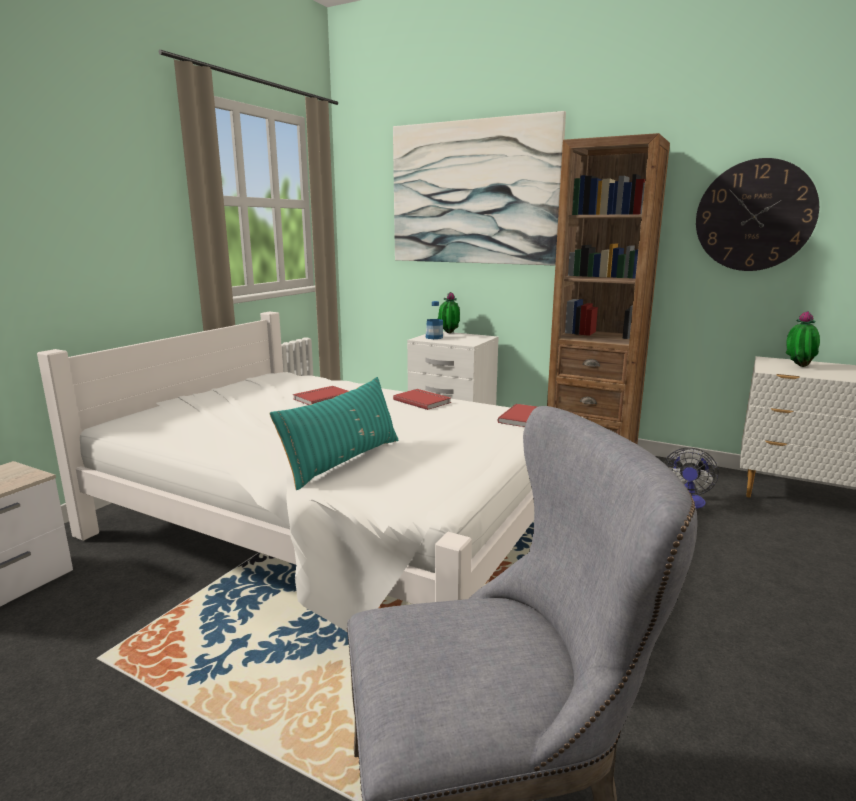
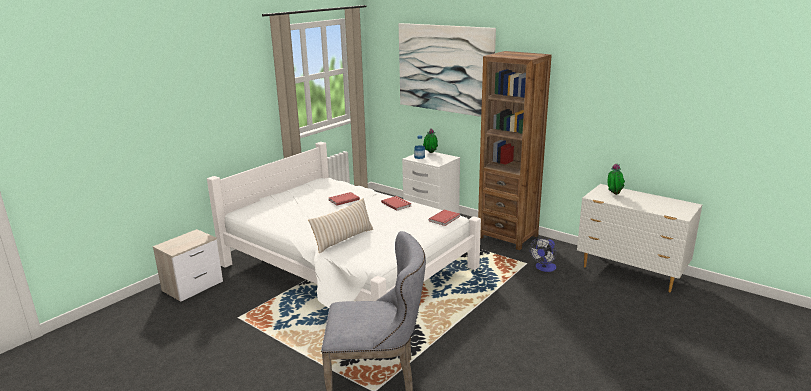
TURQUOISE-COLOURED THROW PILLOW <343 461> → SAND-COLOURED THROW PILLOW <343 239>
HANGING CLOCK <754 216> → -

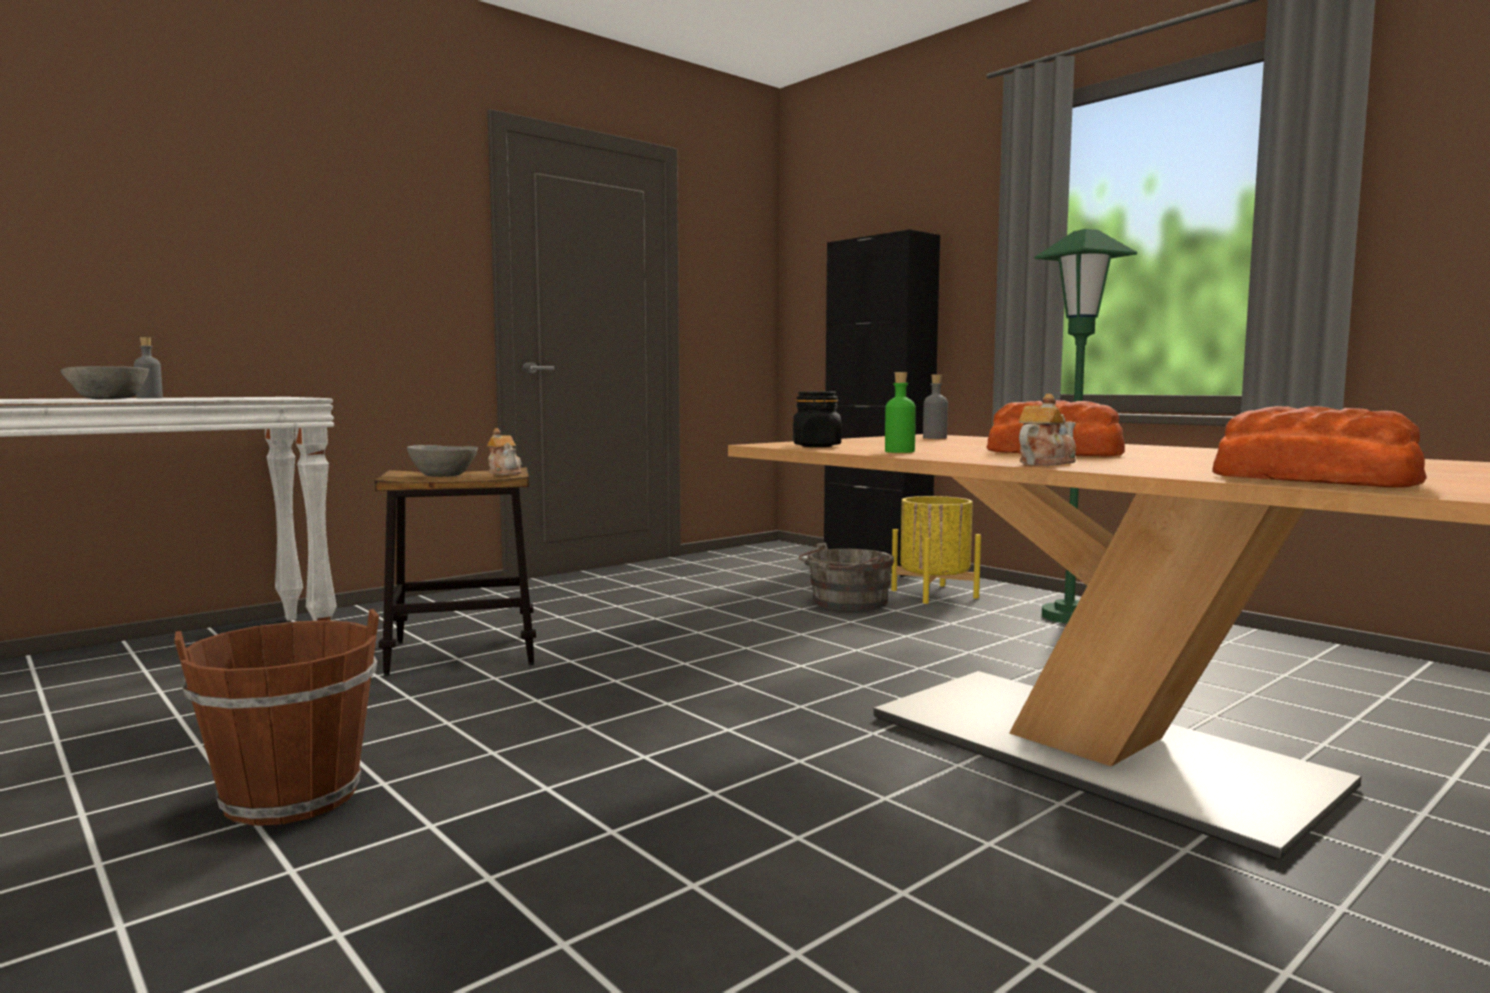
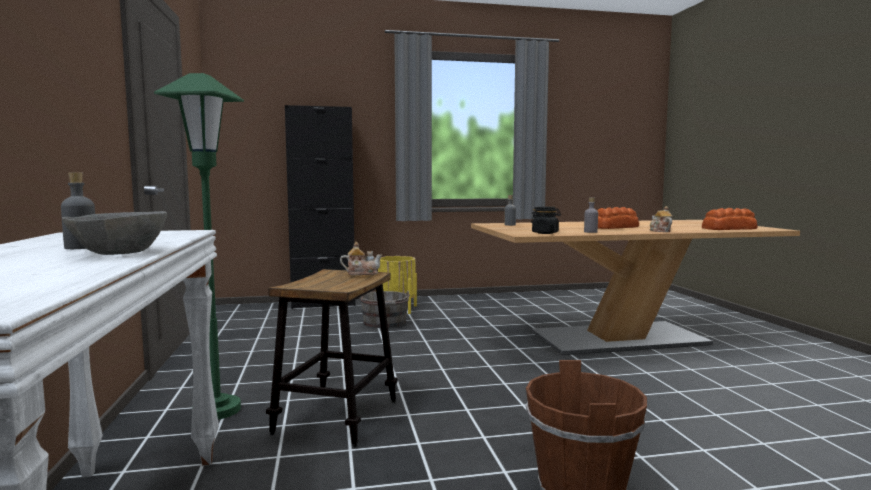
GREYISH SERVING BOWL <444 476> → -
GREENISH BEVERAGE BOTTLE <899 451> → GREYISH BEVERAGE BOTTLE <590 232>
GREENISH FLOOR LAMP <1069 617> → GREENISH FLOOR LAMP <217 410>, moved

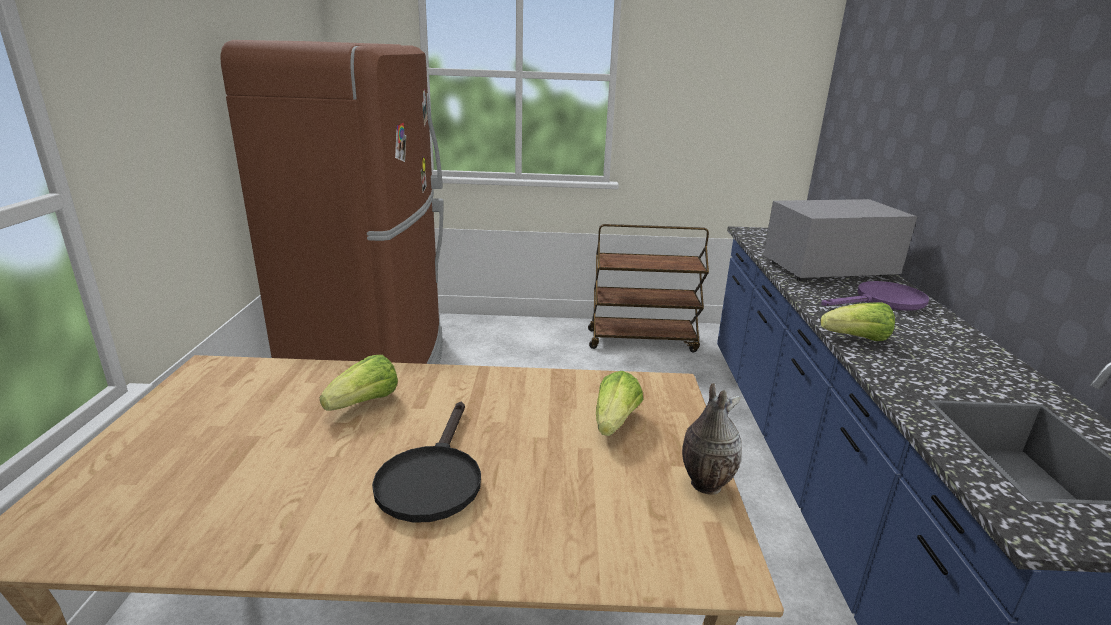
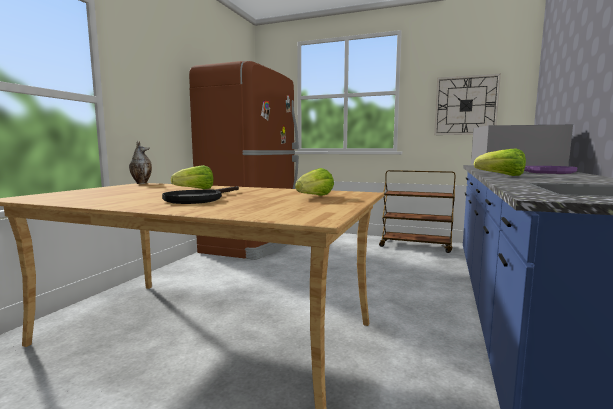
VASE <703 484> → VASE <141 183>, moved
- → HANGING CLOCK <466 105>

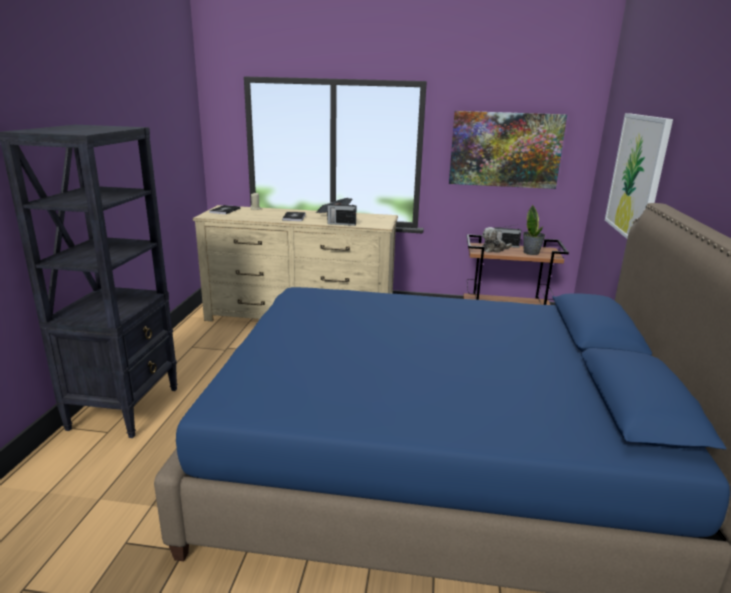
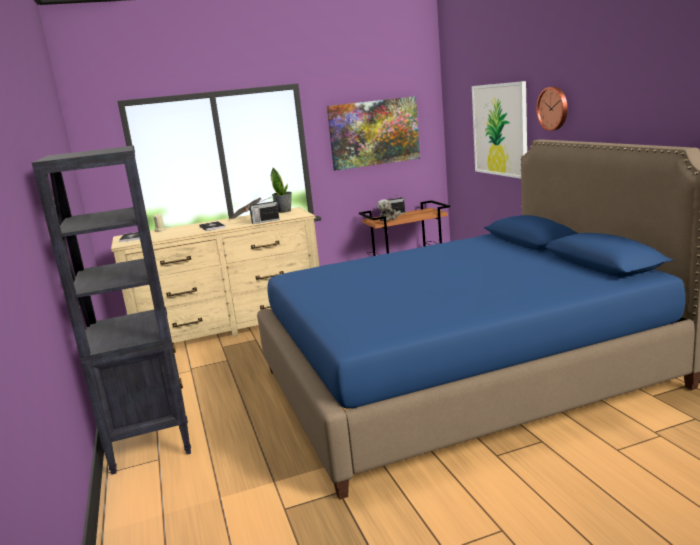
HOUSEPLANT <531 252> → HOUSEPLANT <284 211>, moved
- → HANGING CLOCK <553 108>

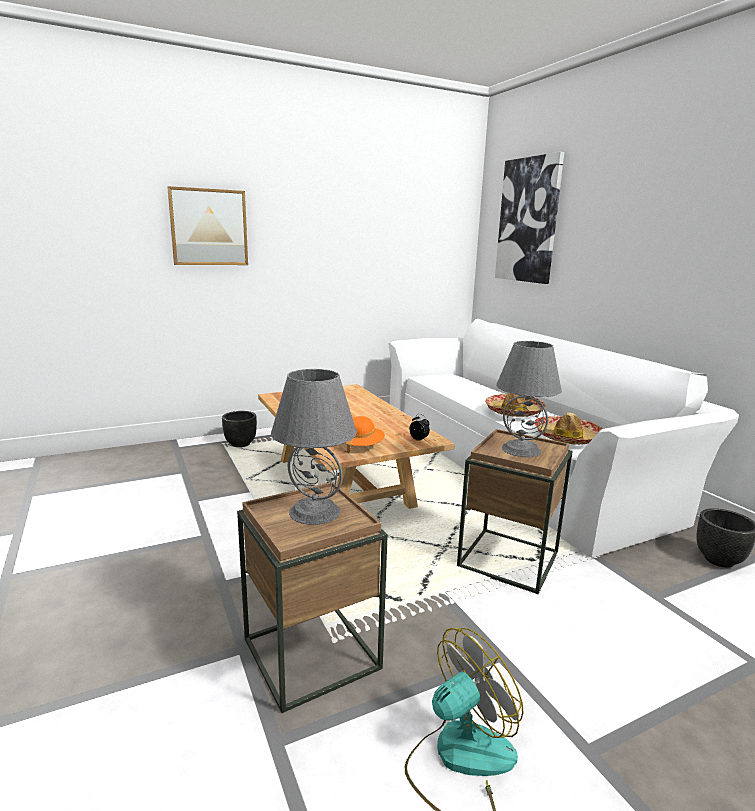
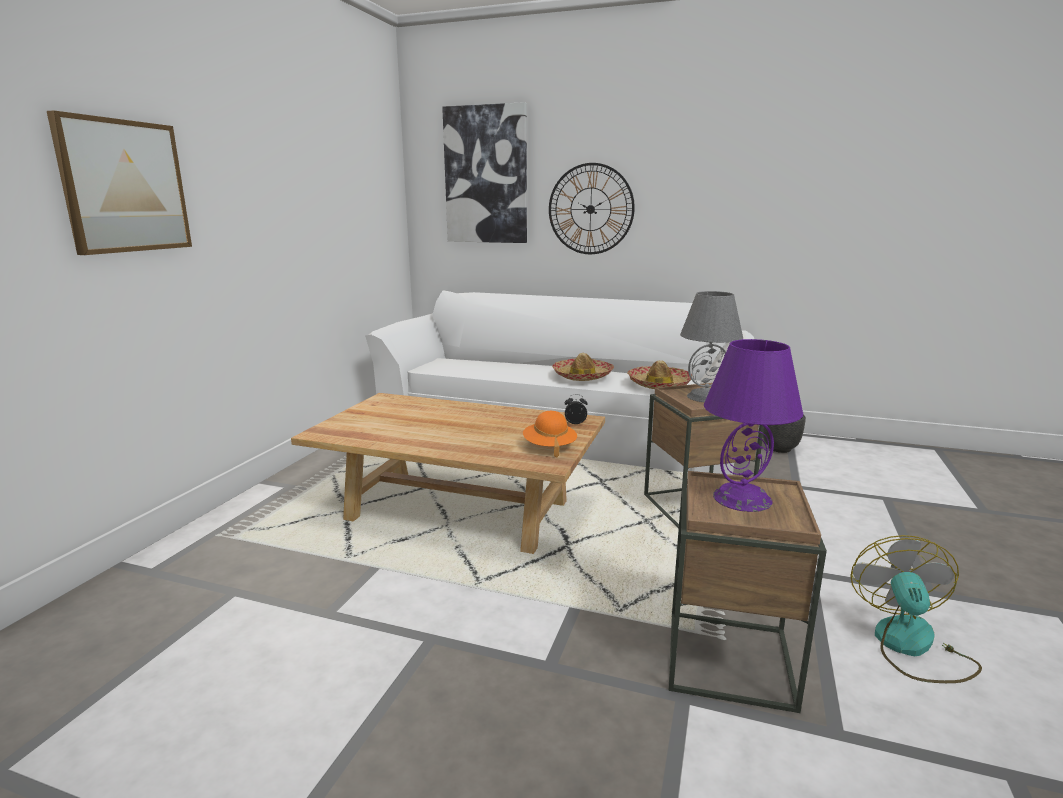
BLACKISH FLOWER POT <240 444> → -
GREYISH TABLETOP LAMP <314 512> → PURPLE TABLETOP LAMP <742 498>
- → HANGING CLOCK <590 209>

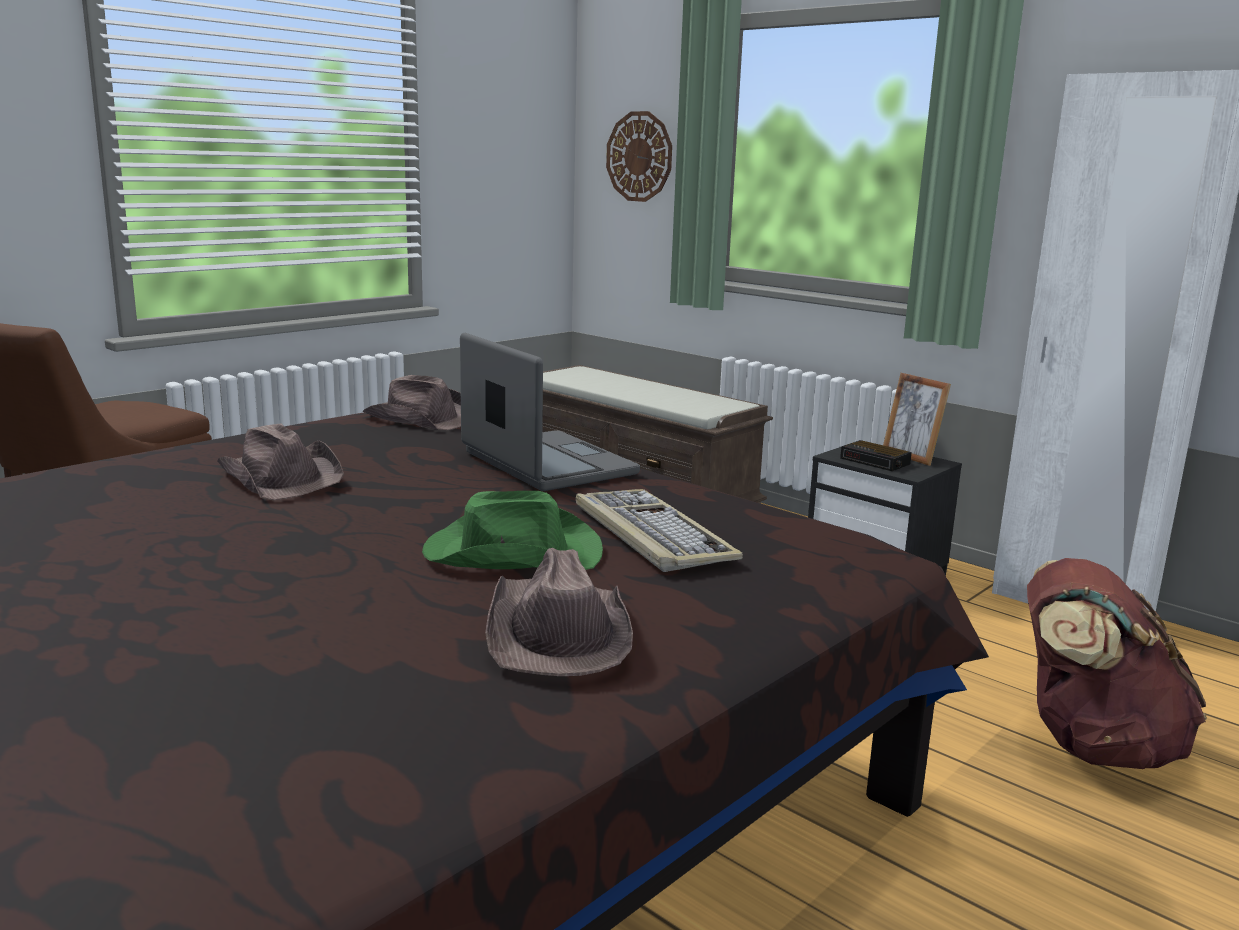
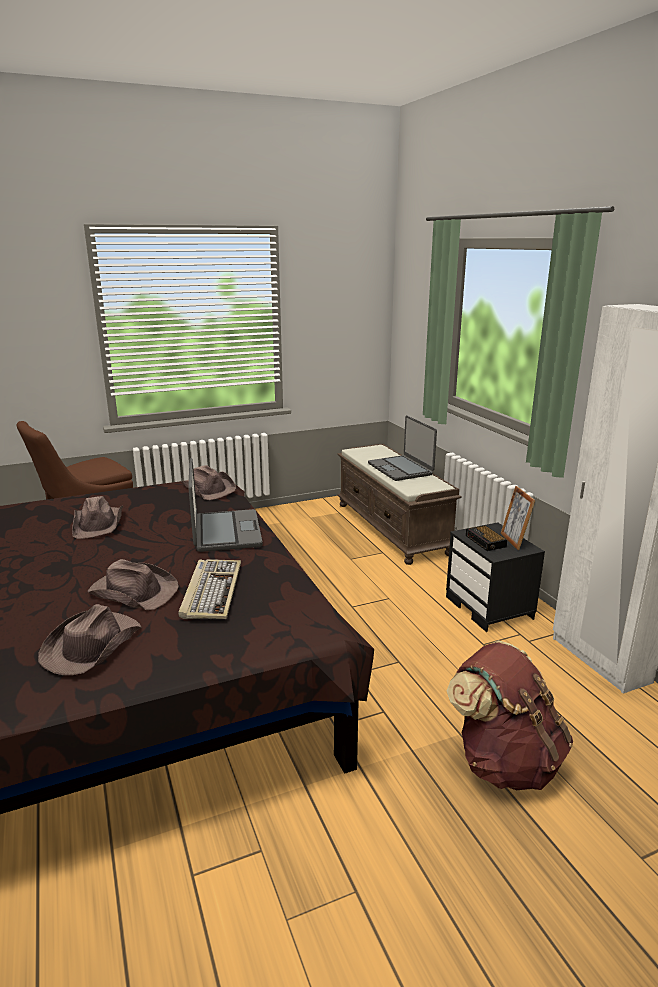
GREENISH WEARABLE HAT <511 553> → BROWN-COLOURED WEARABLE HAT <133 591>
HANGING CLOCK <639 156> → -
- → LAPTOP <400 469>

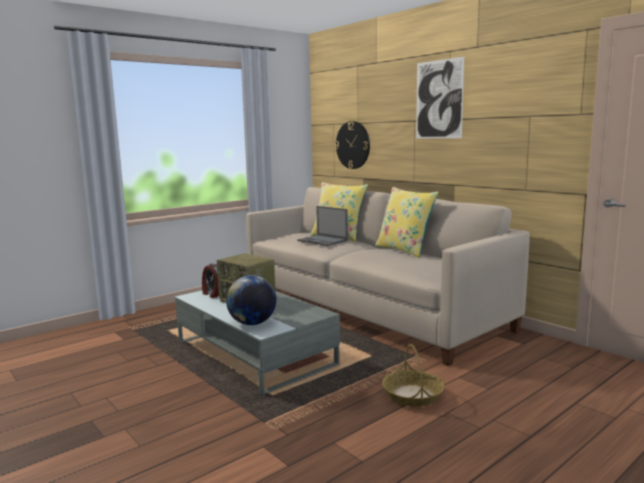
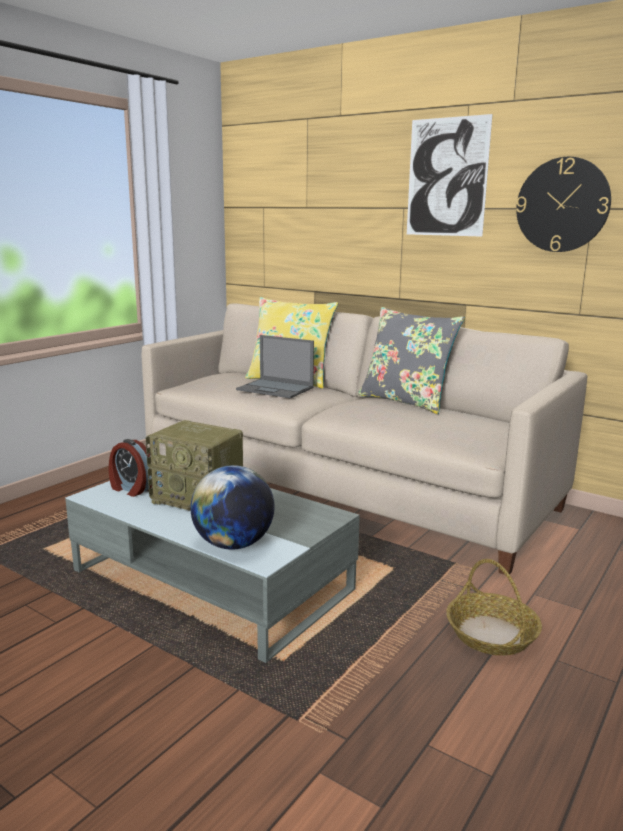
HANGING CLOCK <353 145> → HANGING CLOCK <562 205>, moved
YELLOWISH THROW PILLOW <404 250> → GREYISH THROW PILLOW <406 401>

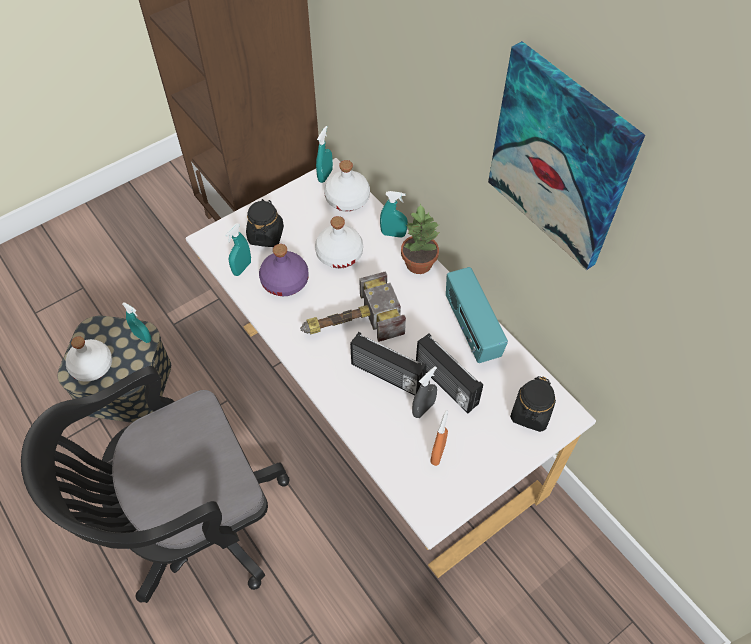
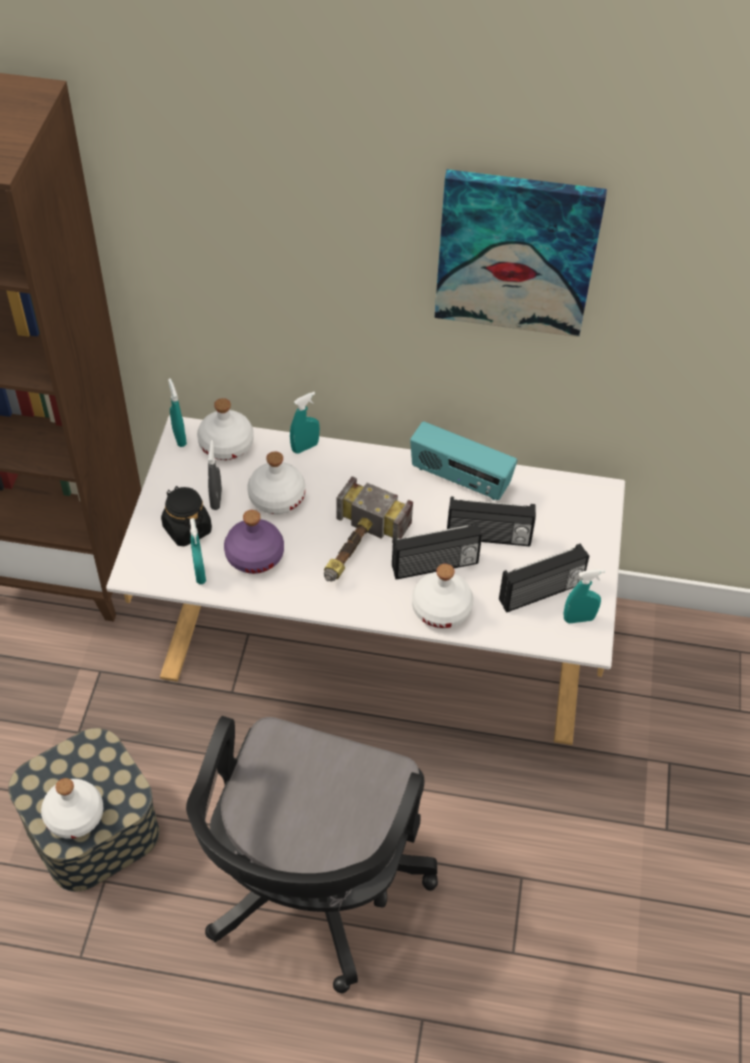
TURQUOISE-COLOURED HAND SPRAYER <142 337> → TURQUOISE-COLOURED HAND SPRAYER <579 619>, moved
HOUSEPLANT <418 263> → -
GREYISH HAND SPRAYER <423 409> → GREYISH HAND SPRAYER <216 499>, moved
ORANGEY HAND SPRAYER <438 453> → RADIO <541 593>
BLACKISH PRESERVE JAR <531 413> → -
- → WHITE BEVERAGE BOTTLE <441 608>

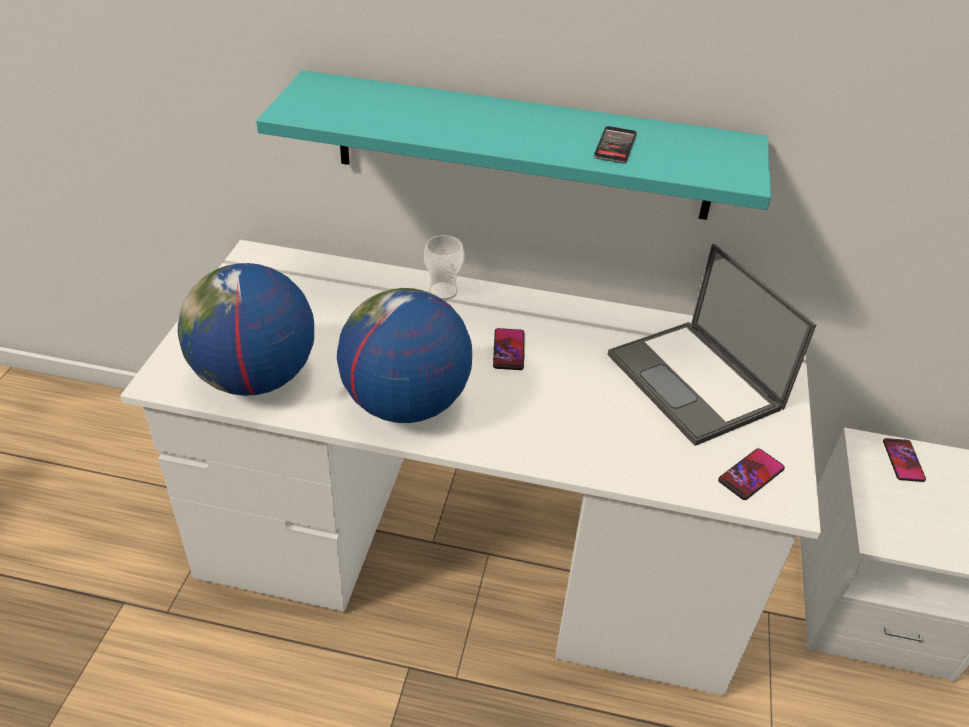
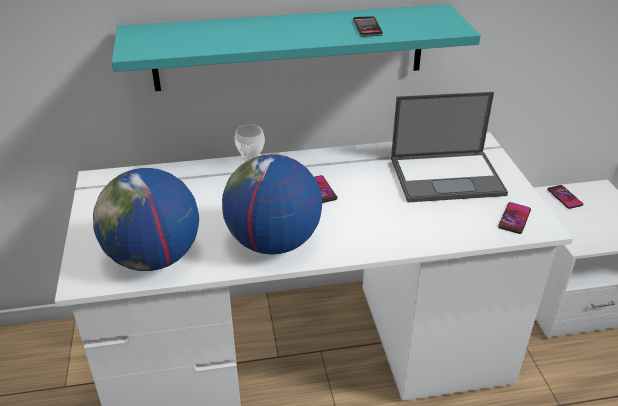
LAPTOP <696 382> → LAPTOP <447 176>, 45 degrees counterclockwise

